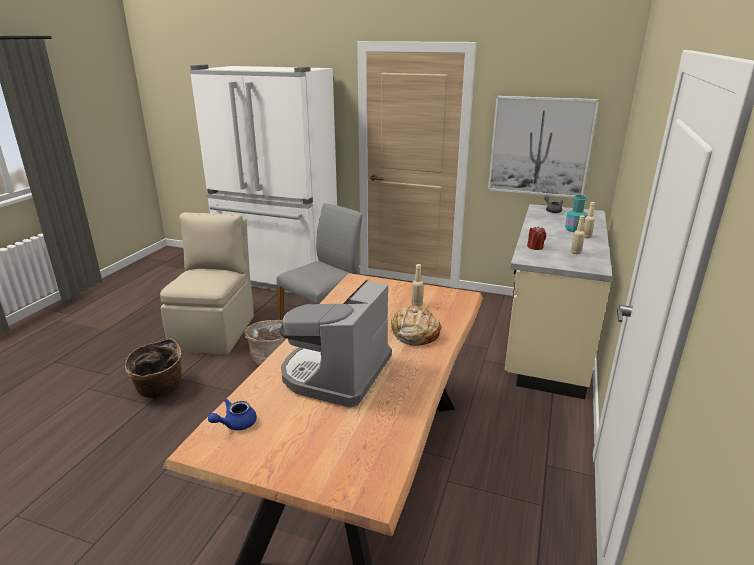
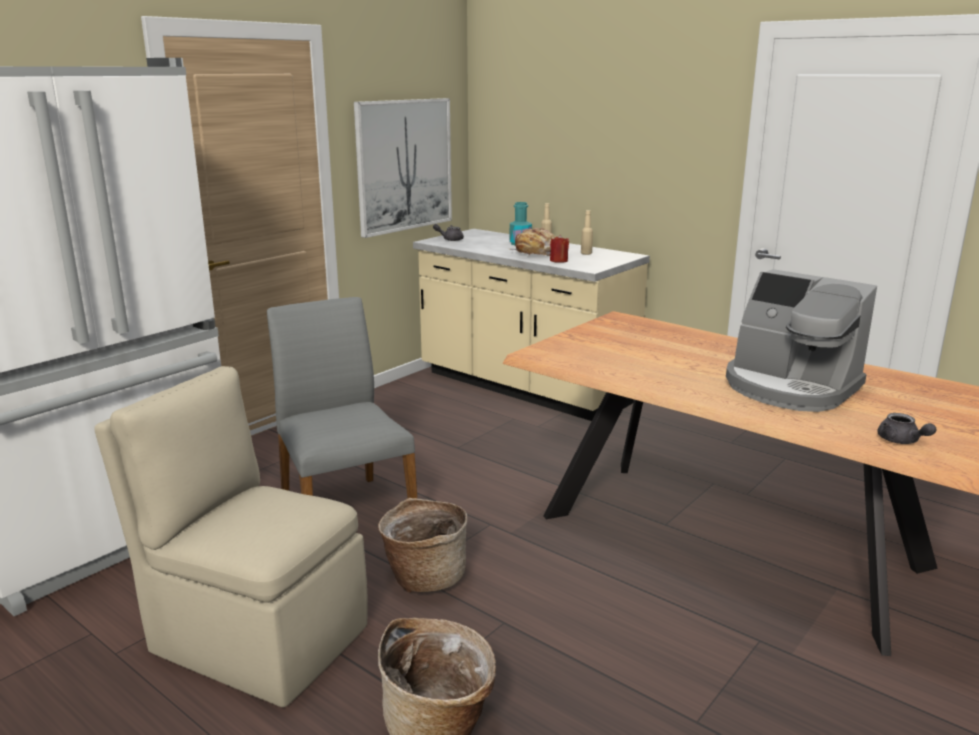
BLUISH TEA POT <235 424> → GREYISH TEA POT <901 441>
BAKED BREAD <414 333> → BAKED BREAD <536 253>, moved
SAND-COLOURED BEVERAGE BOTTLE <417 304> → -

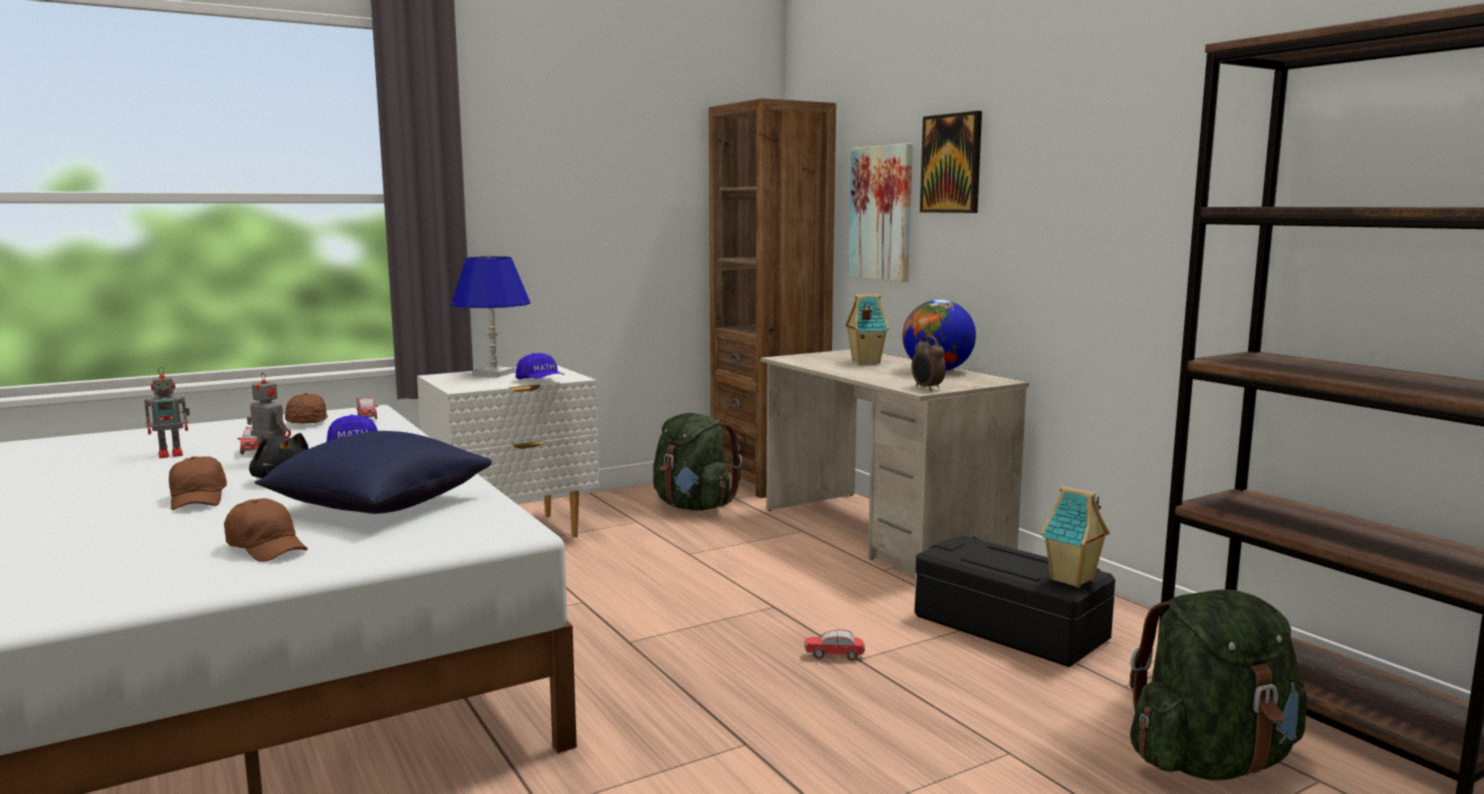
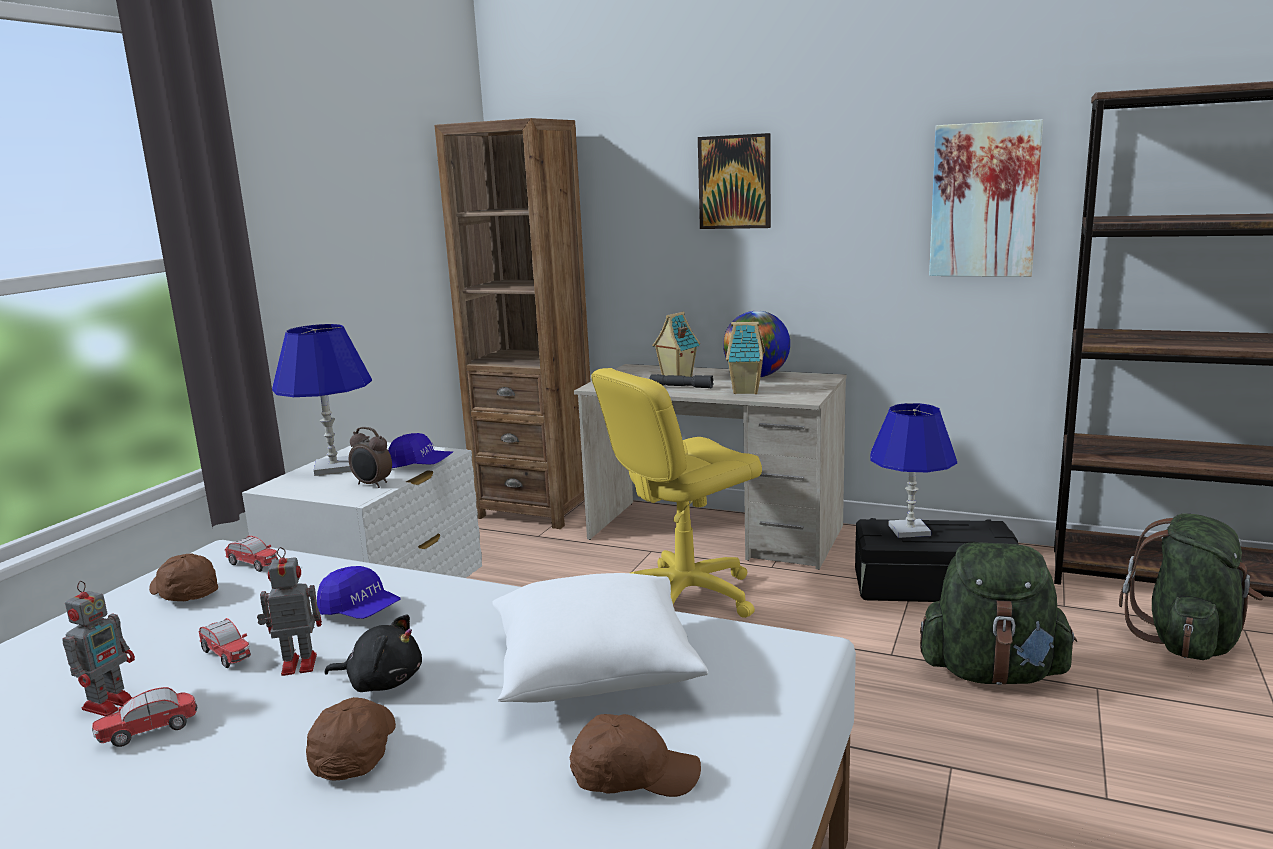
BROWN-COLOURED CAP <198 499> → BROWN-COLOURED CAP <354 751>, 120 degrees counterclockwise
BLUISH THROW PILLOW <379 505> → WHITE THROW PILLOW <594 671>
GREENISH KNAPSACK <693 507> → GREENISH KNAPSACK <992 673>, moved
MINIATURE CAR <834 656> → MINIATURE CAR <150 732>, moved
PICTURE <882 213> → PICTURE <984 200>, moved
TABLE CLOCK <927 388> → TABLE CLOCK <372 485>, moved
MINIATURE HOUSE <1072 580> → MINIATURE HOUSE <747 391>, moved
- → YELLOWISH COMPUTER CHAIR <684 597>
- → GREYISH HAND TORCH <681 387>
- → BLUISH TABLETOP LAMP <909 530>

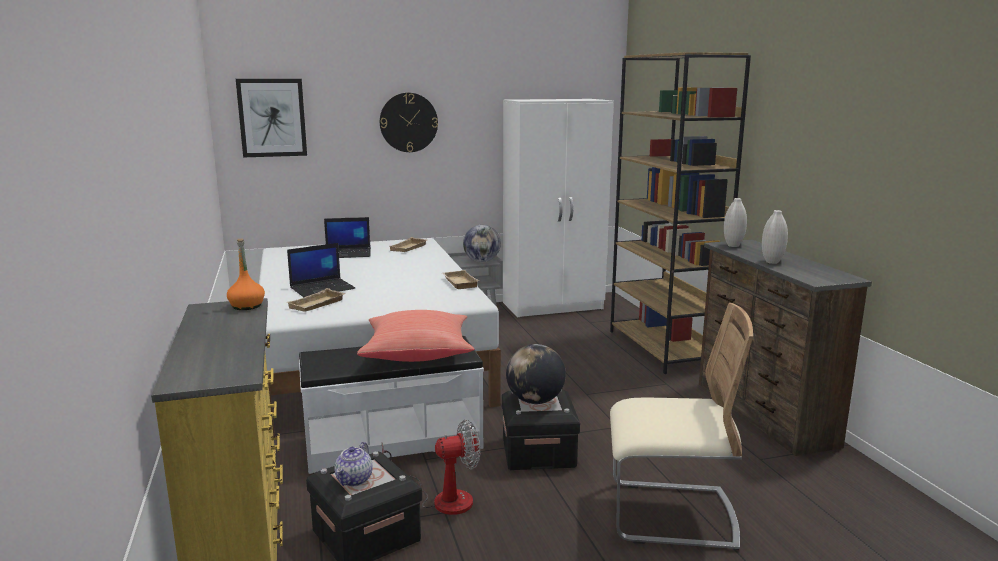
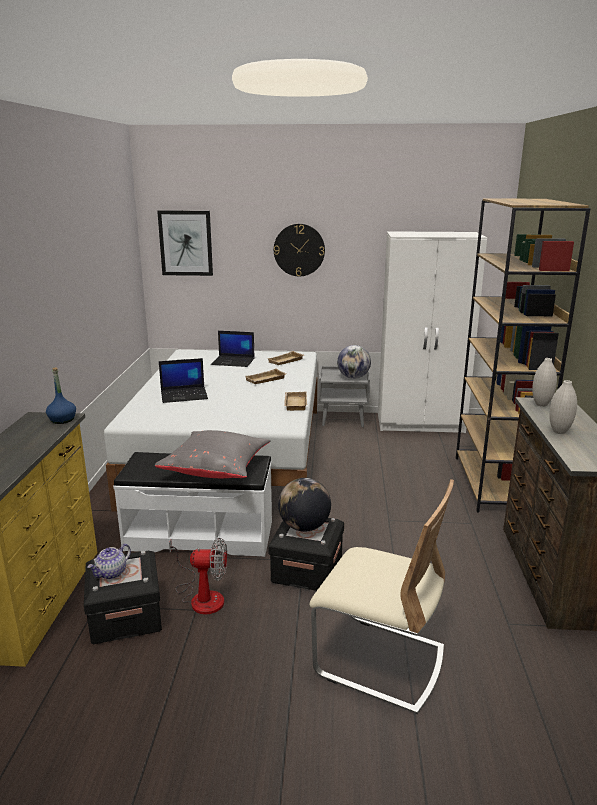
ORANGEY BEVERAGE BOTTLE <247 306> → BLUISH BEVERAGE BOTTLE <62 420>
SAND-COLOURED SERVING TRAY <317 305> → SAND-COLOURED SERVING TRAY <265 380>, moved
REDDISH THROW PILLOW <417 354> → GREYISH THROW PILLOW <216 469>

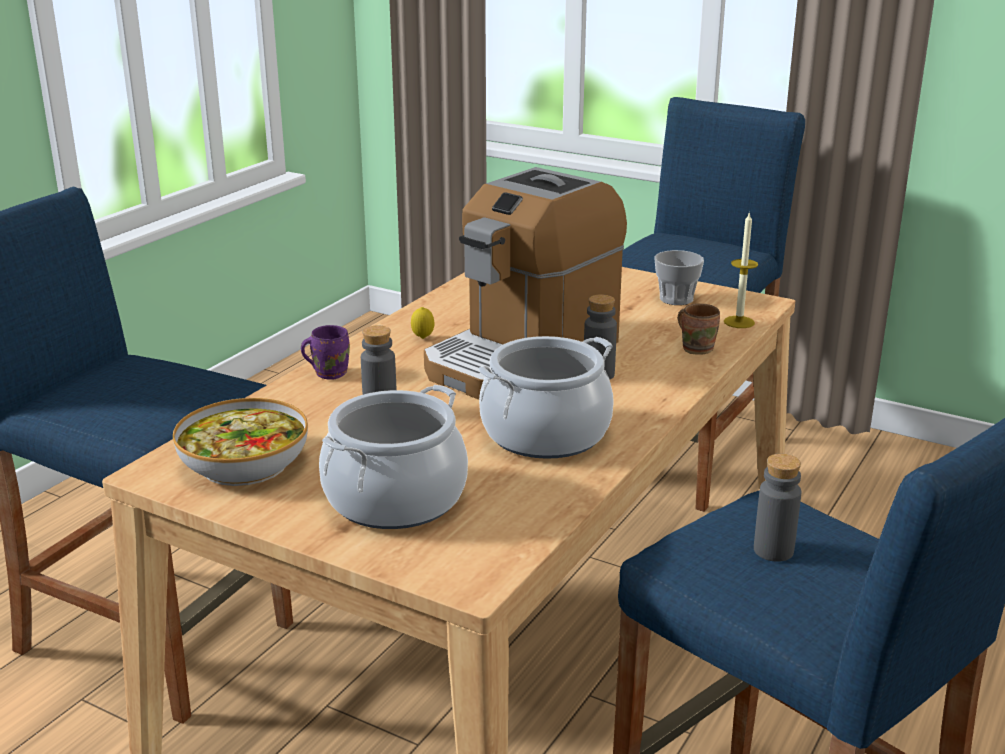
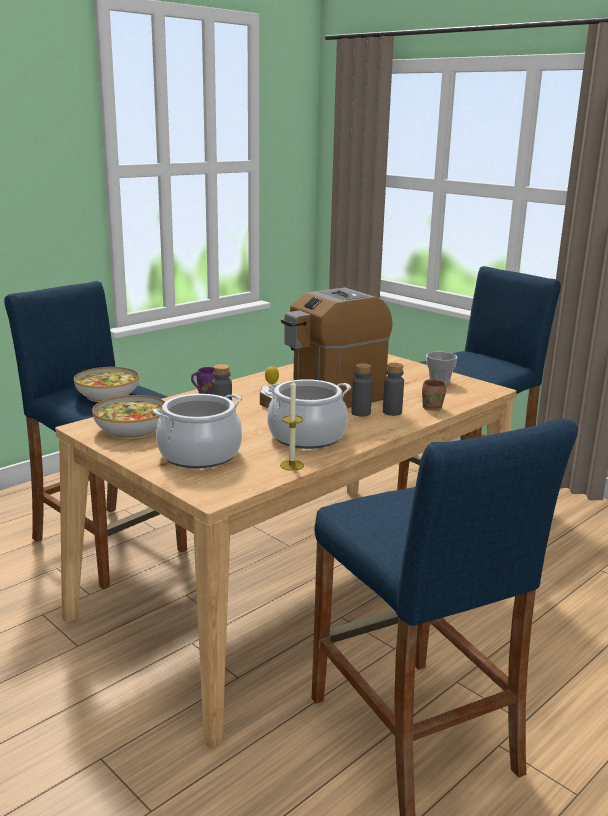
WAX LIGHT <739 322> → WAX LIGHT <291 465>, moved
GREYISH BEVERAGE BOTTLE <773 550> → GREYISH BEVERAGE BOTTLE <392 412>, moved
- → SERVING BOWL <107 395>

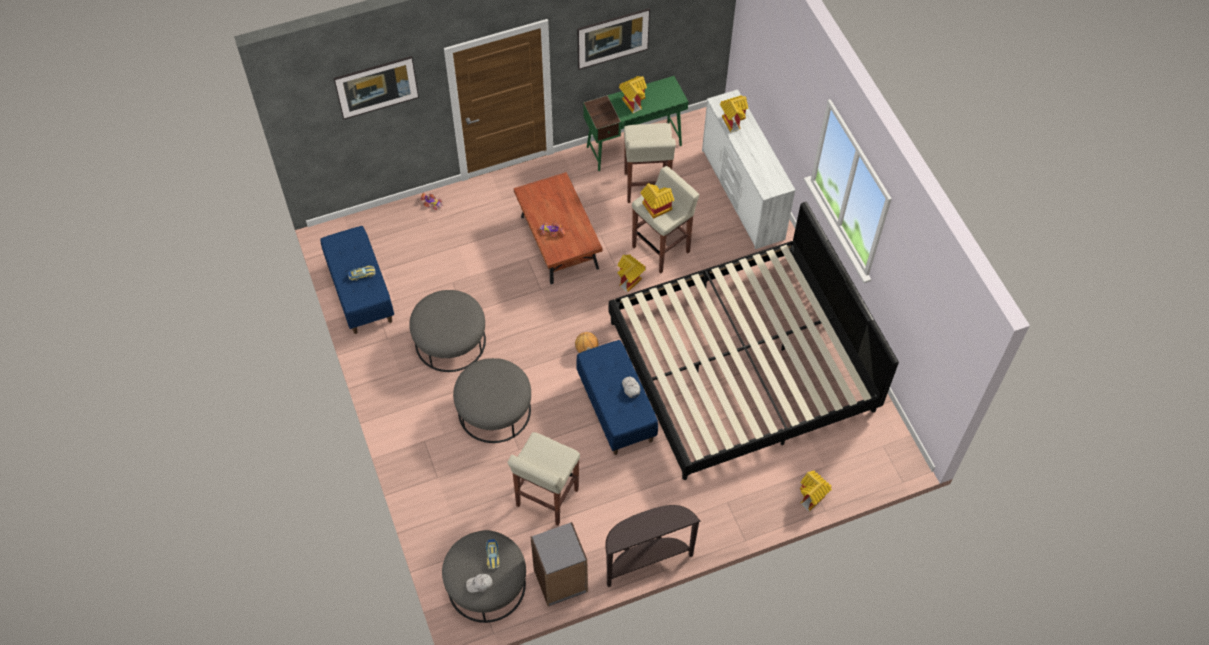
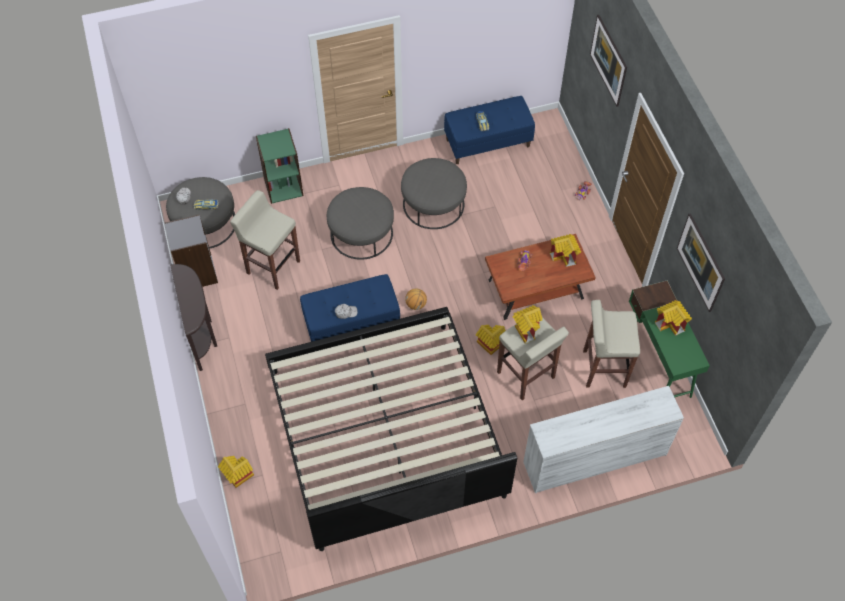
MINIATURE HOUSE <732 120> → MINIATURE HOUSE <564 256>, moved
- → GREENISH SHELVING UNIT <283 187>

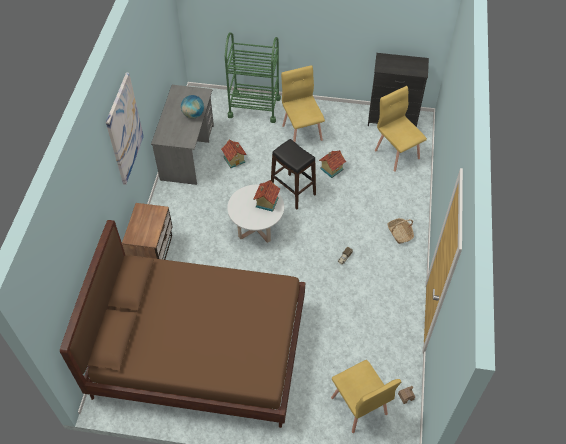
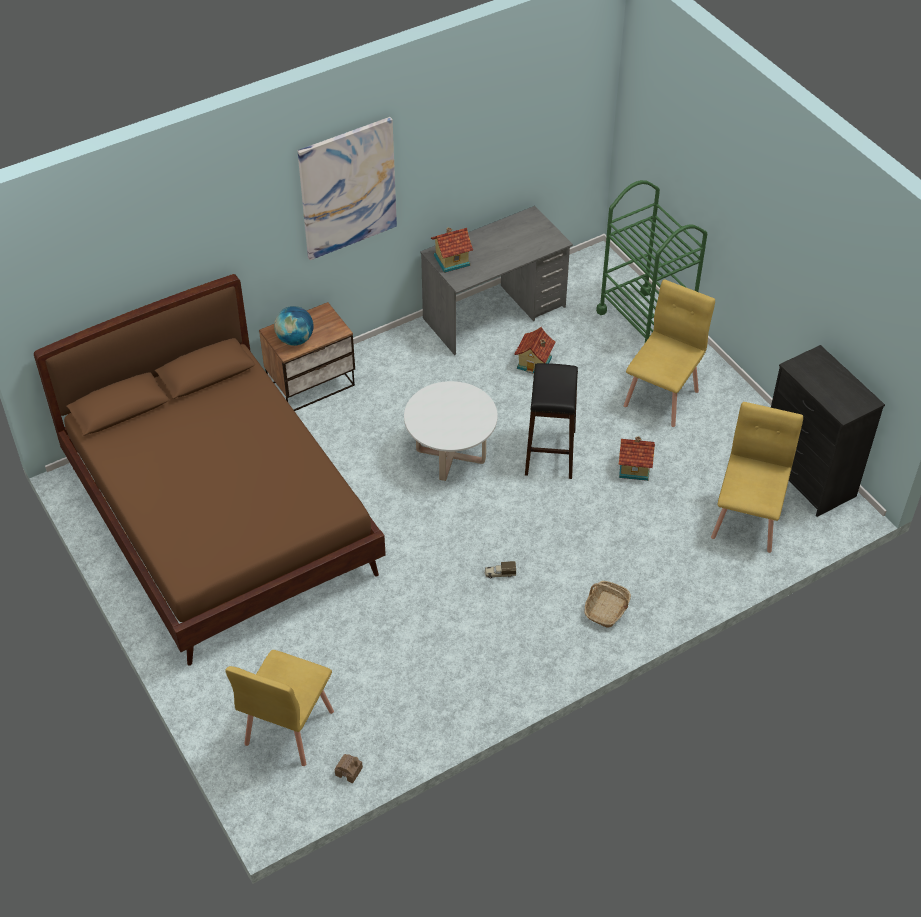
WORLD GLOBE <193 114> → WORLD GLOBE <295 339>, moved
MINIATURE HOUSE <266 202> → MINIATURE HOUSE <451 260>, moved

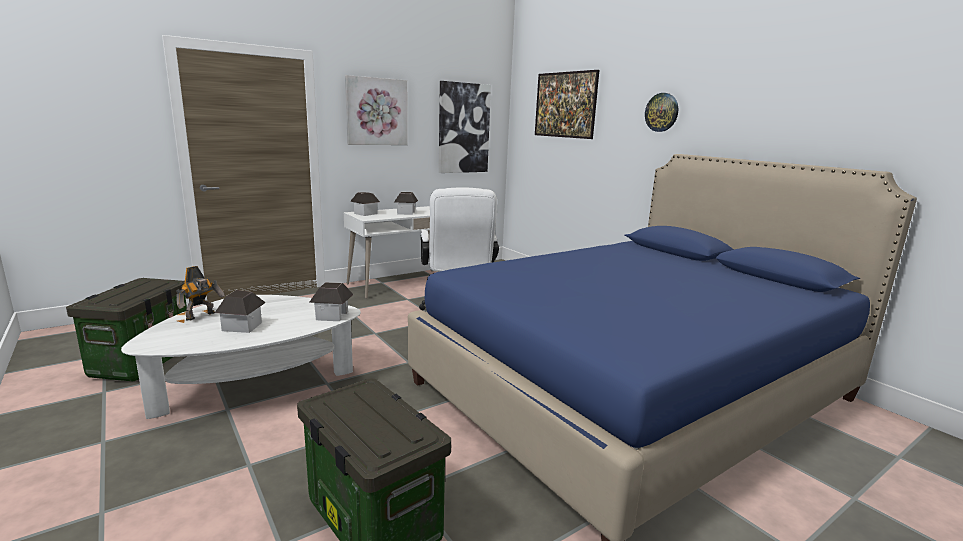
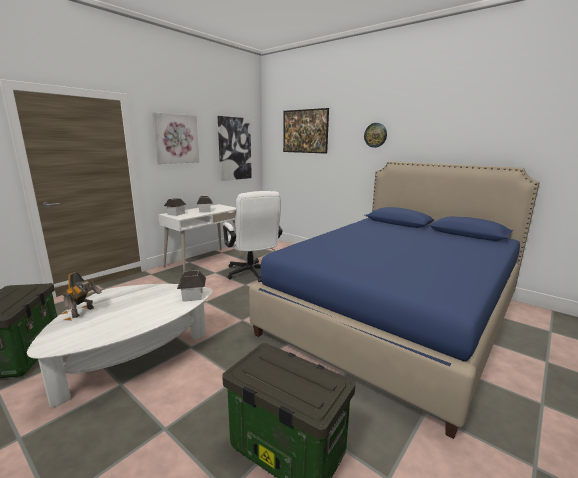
MINIATURE HOUSE <242 326> → -

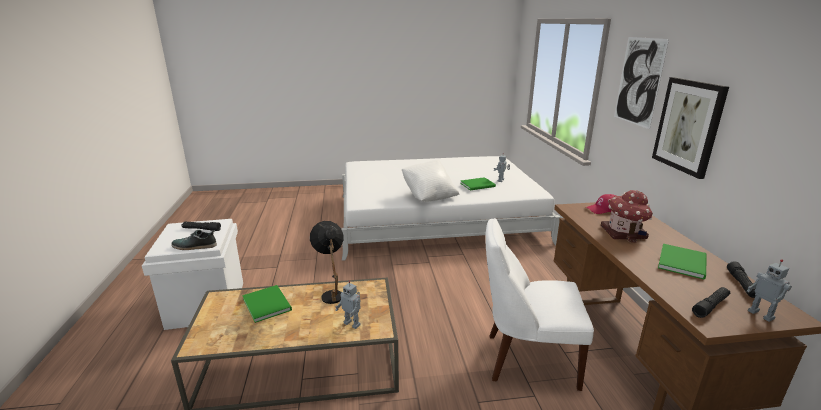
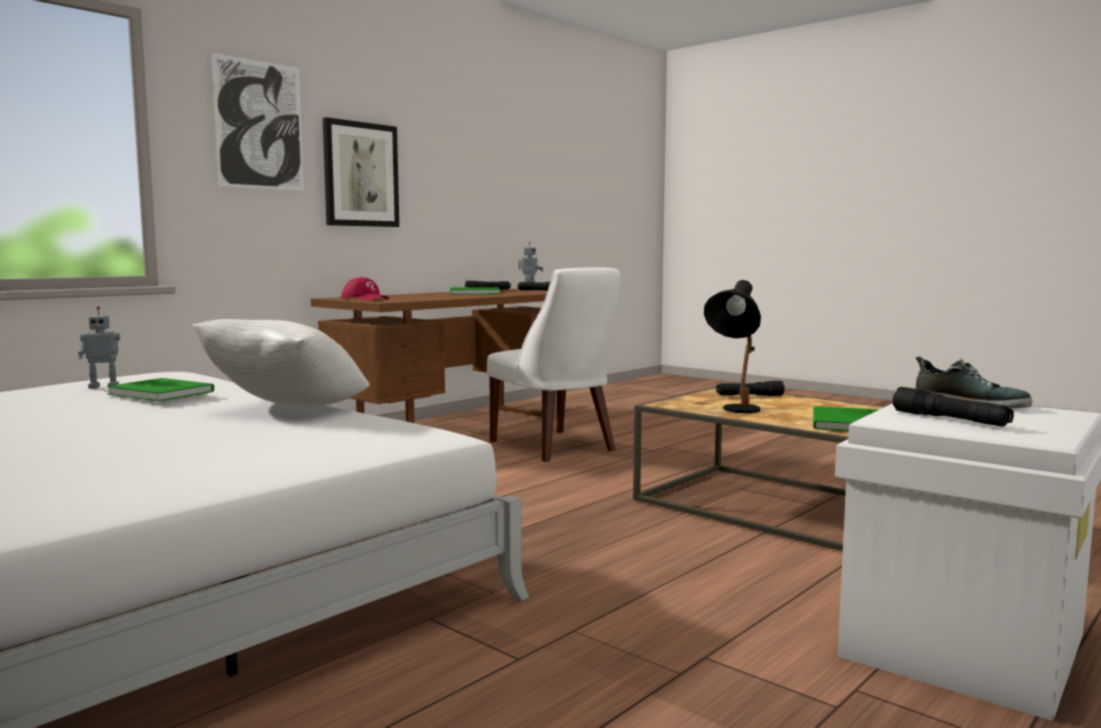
ROBOT FIGURE <352 323> → BLACKISH HAND TORCH <749 396>
MINIATURE HOUSE <624 233> → -

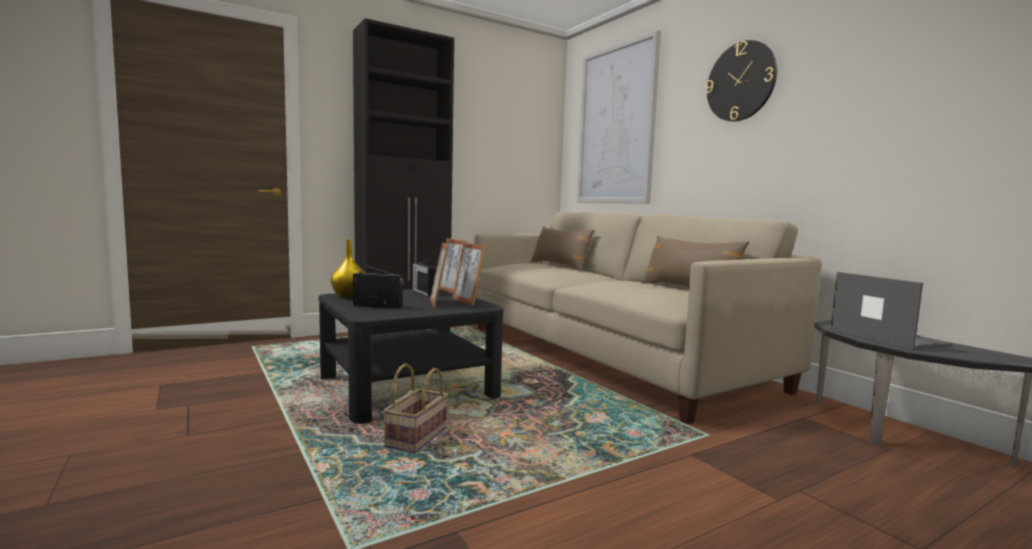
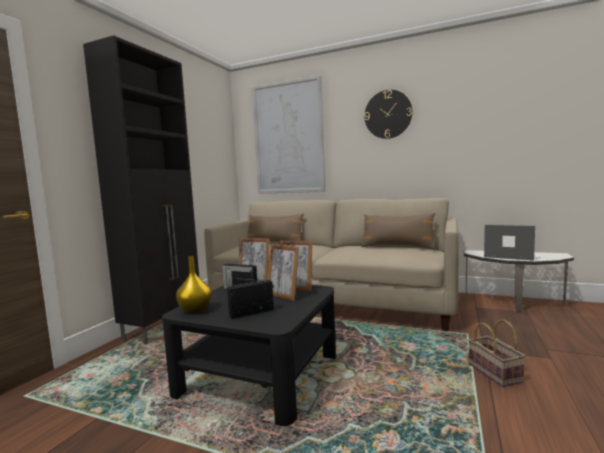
STORAGE BASKET <417 438> → STORAGE BASKET <496 373>, moved

